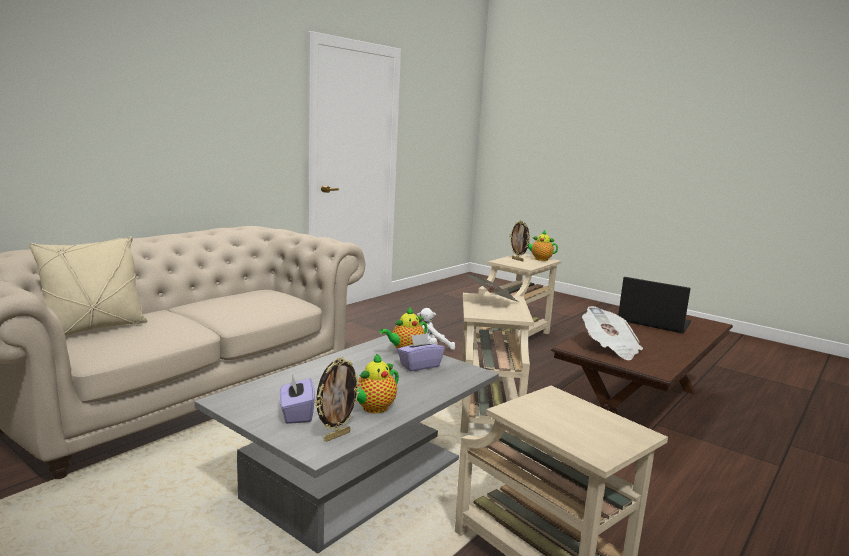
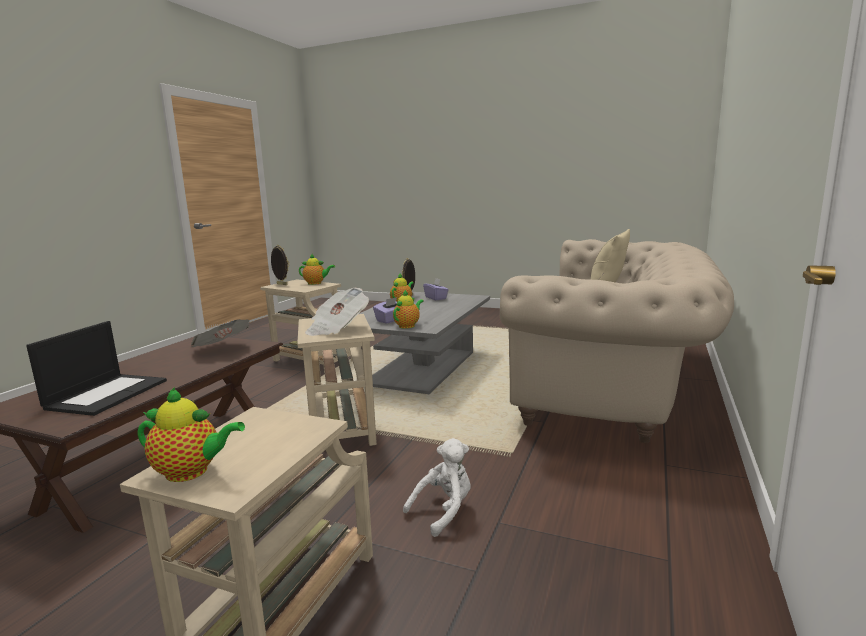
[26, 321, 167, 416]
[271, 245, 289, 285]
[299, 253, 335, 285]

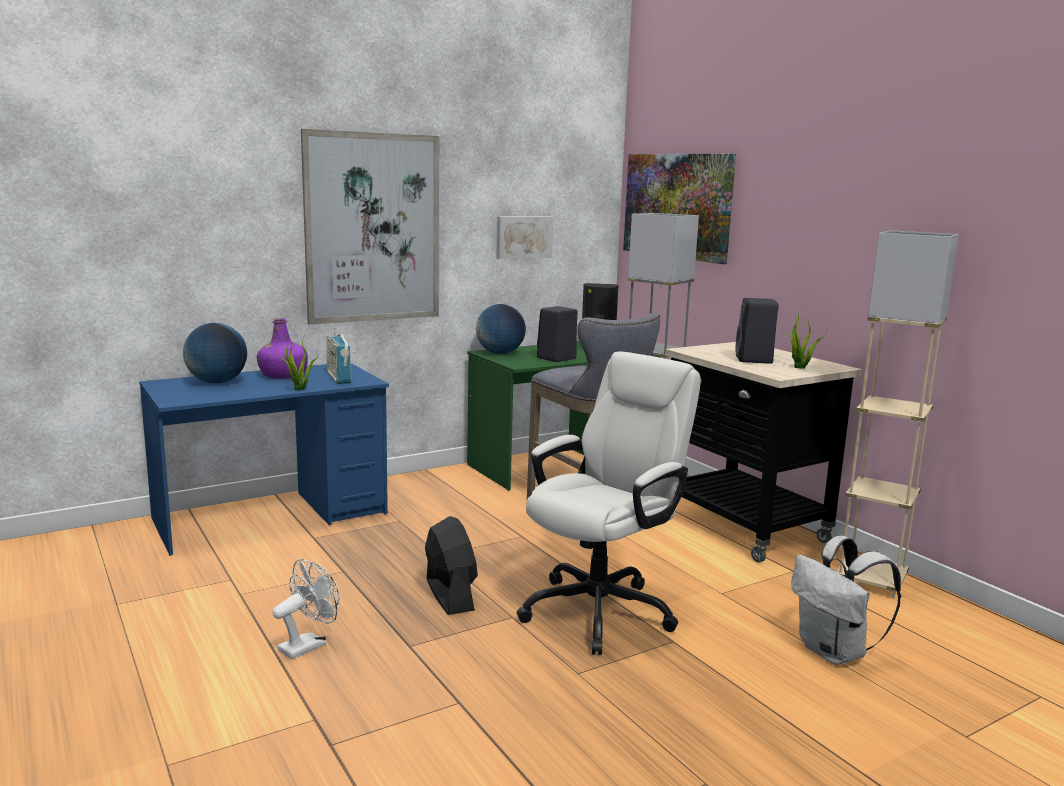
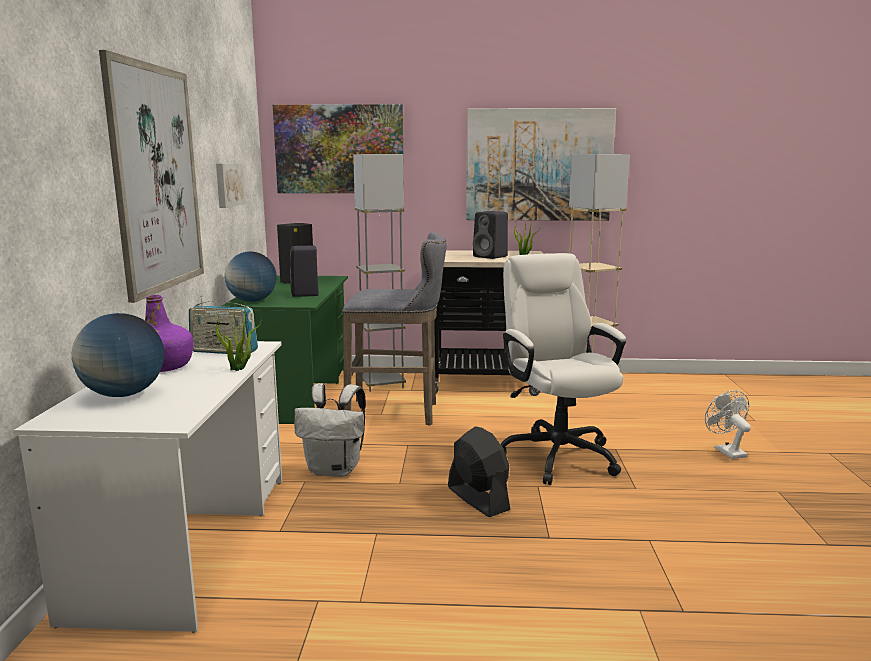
[14, 341, 282, 633]
[294, 383, 366, 477]
[448, 426, 511, 517]
[466, 108, 616, 221]
[705, 390, 751, 459]

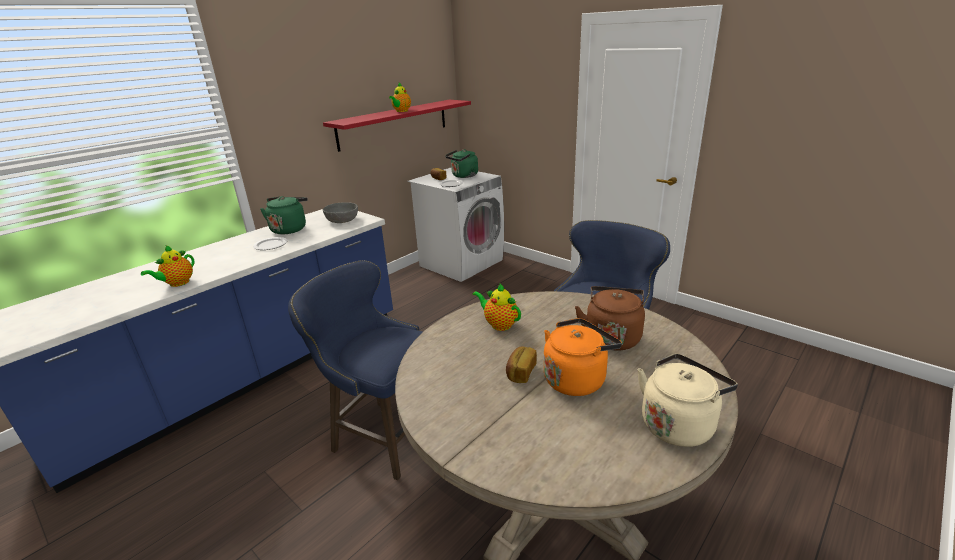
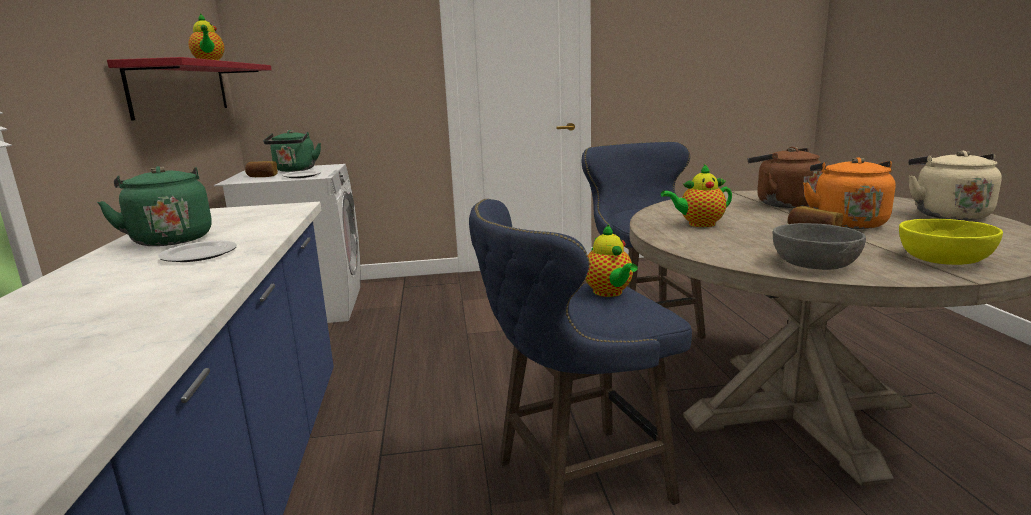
[585, 224, 638, 297]
[773, 223, 866, 270]
[899, 219, 1003, 265]

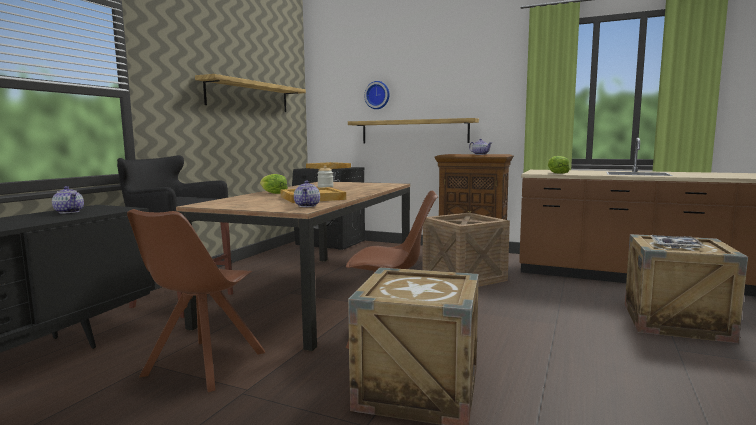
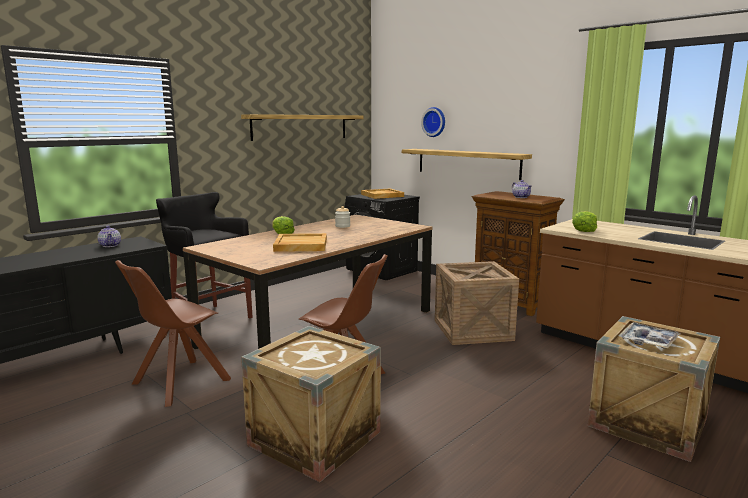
[294, 180, 320, 207] (first image)

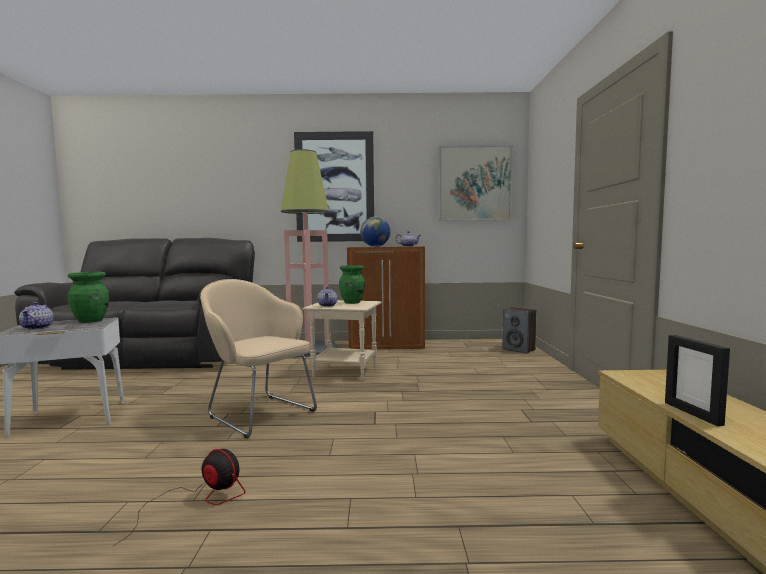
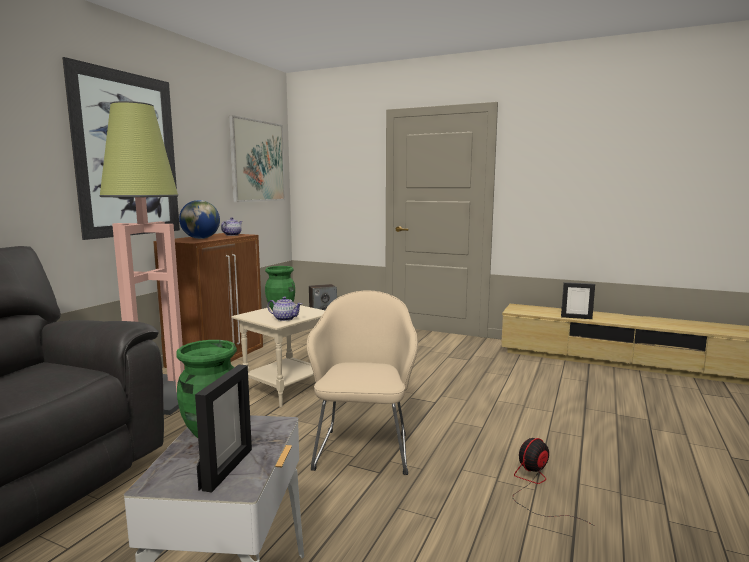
[195, 365, 252, 493]
[307, 290, 418, 475]

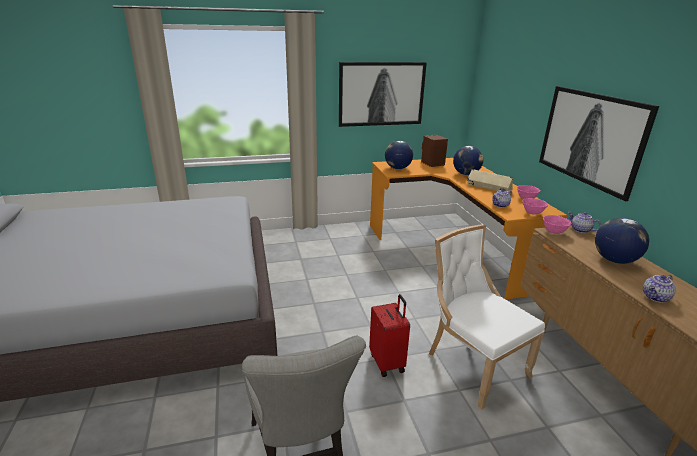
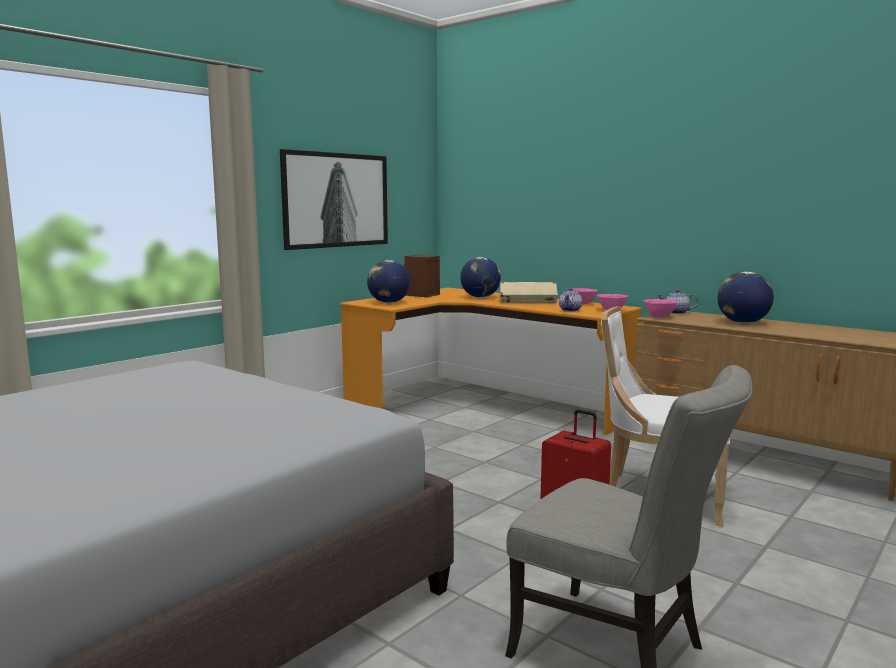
[539, 86, 659, 201] (first image)
[643, 275, 676, 303] (first image)

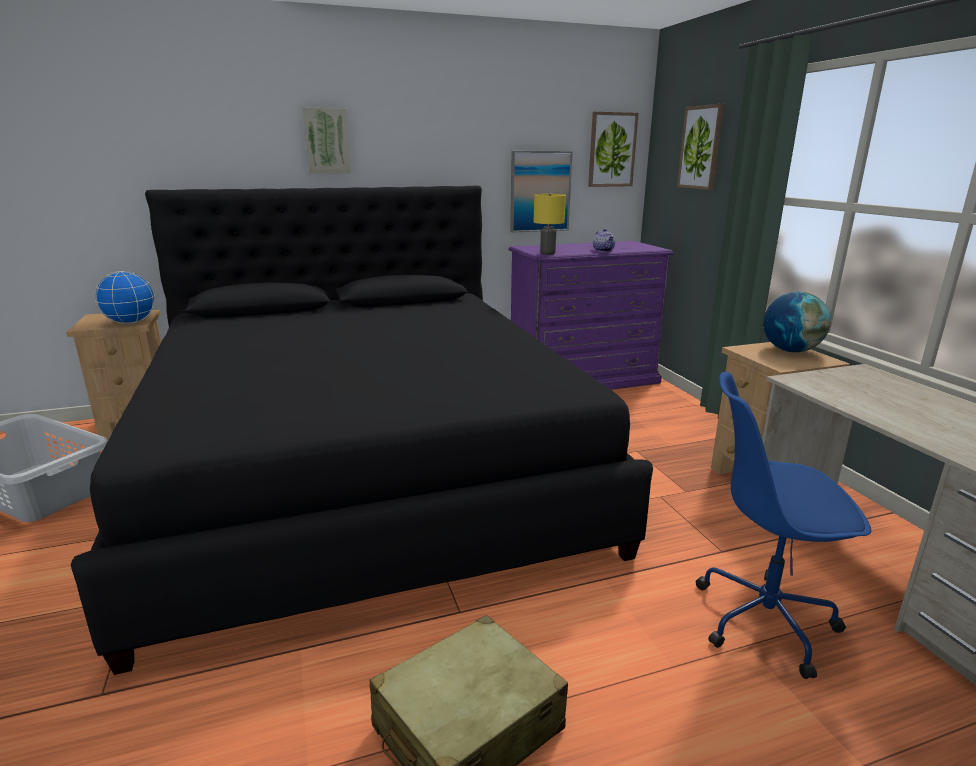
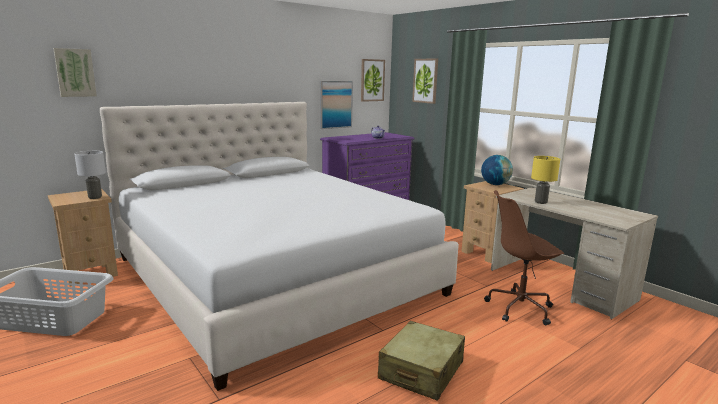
[53, 48, 97, 97]
[74, 151, 106, 199]
[100, 102, 459, 391]
[484, 190, 564, 325]
[531, 156, 560, 204]

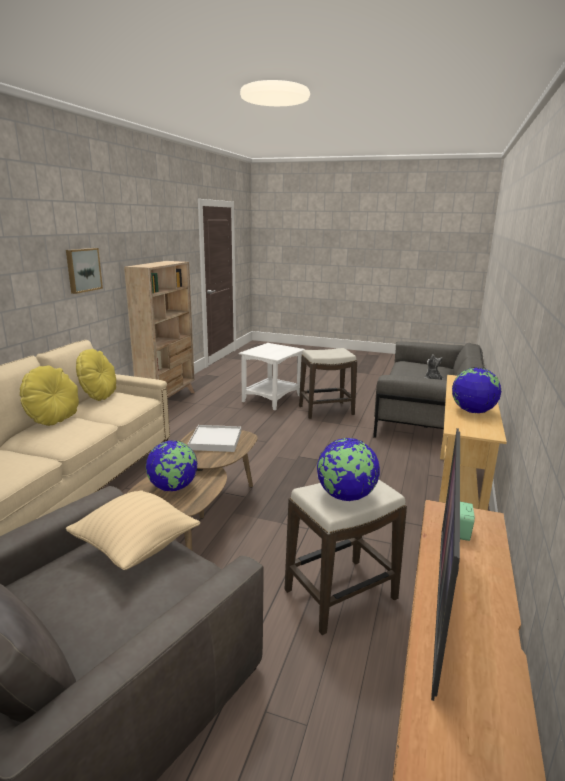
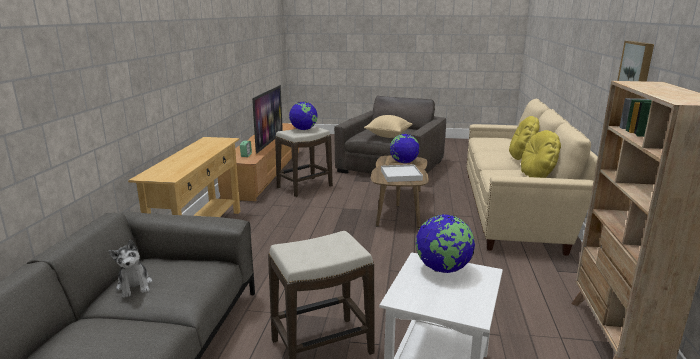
[416, 214, 475, 273]

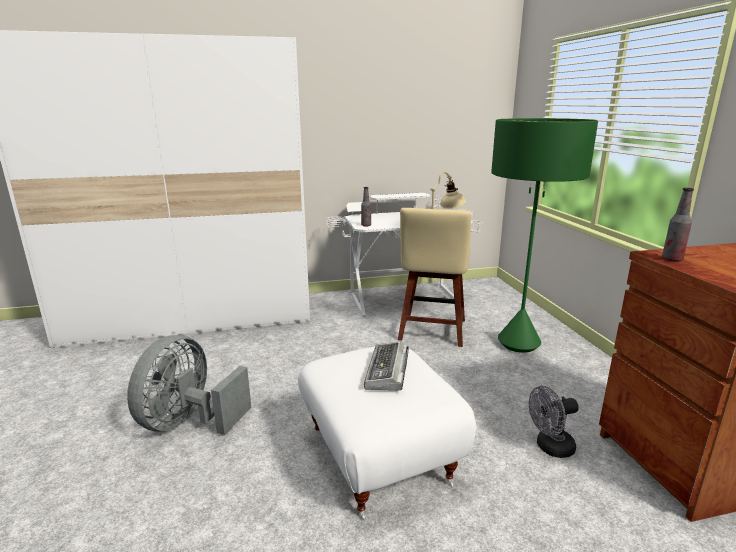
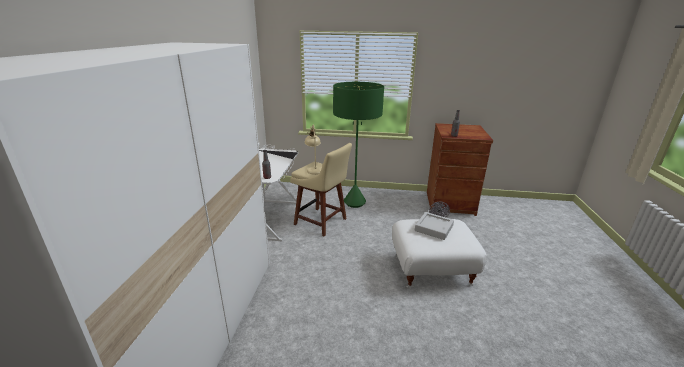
[415, 212, 454, 240]
[127, 335, 251, 435] (first image)

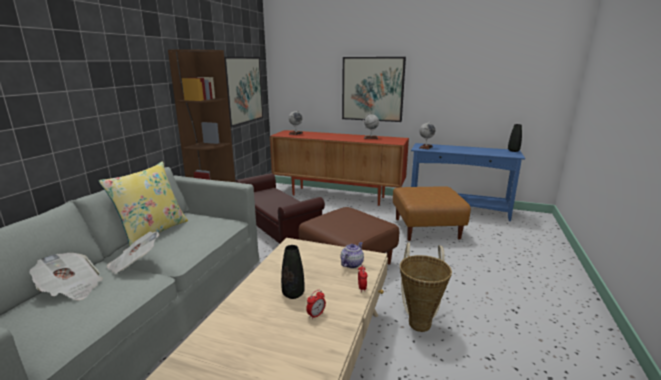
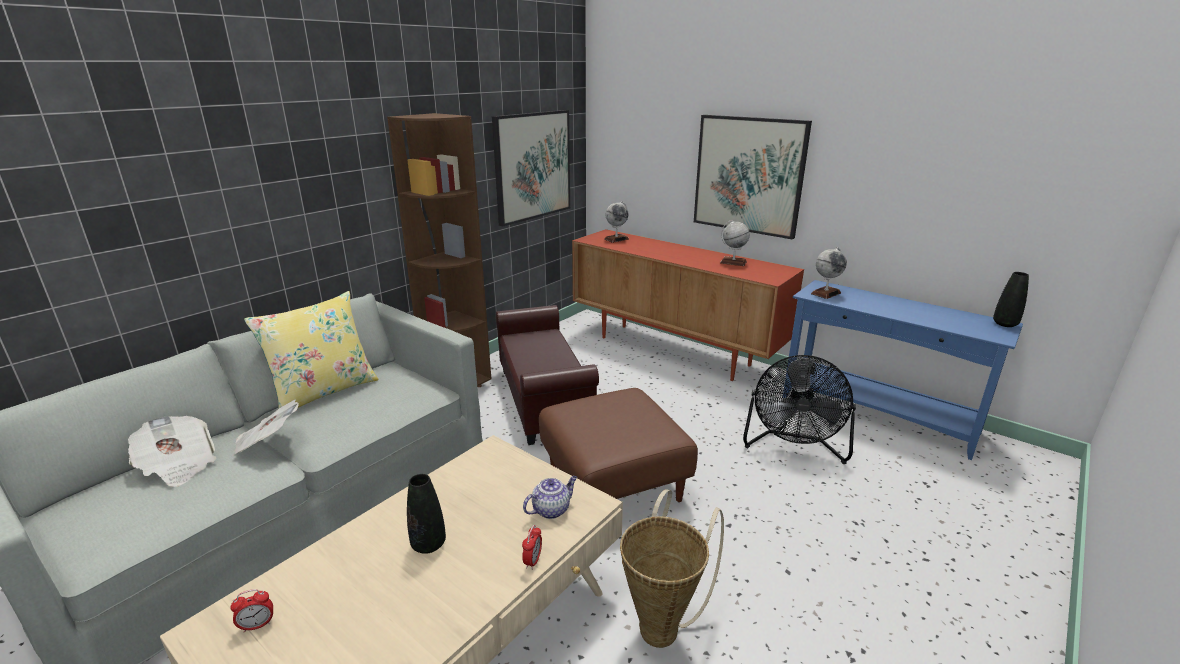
[230, 589, 273, 632]
[743, 355, 856, 464]

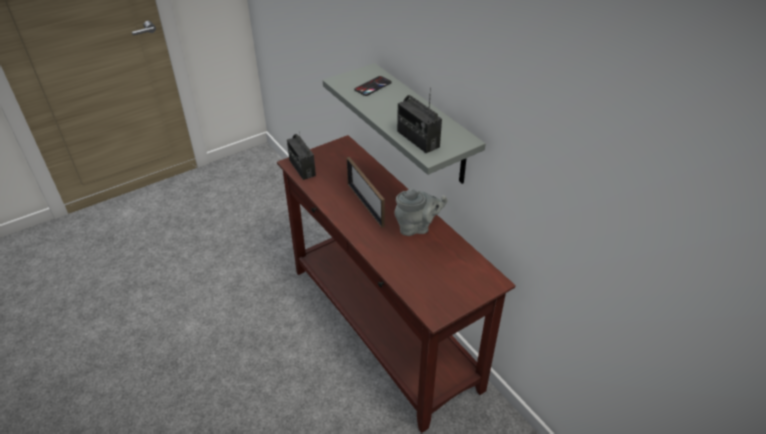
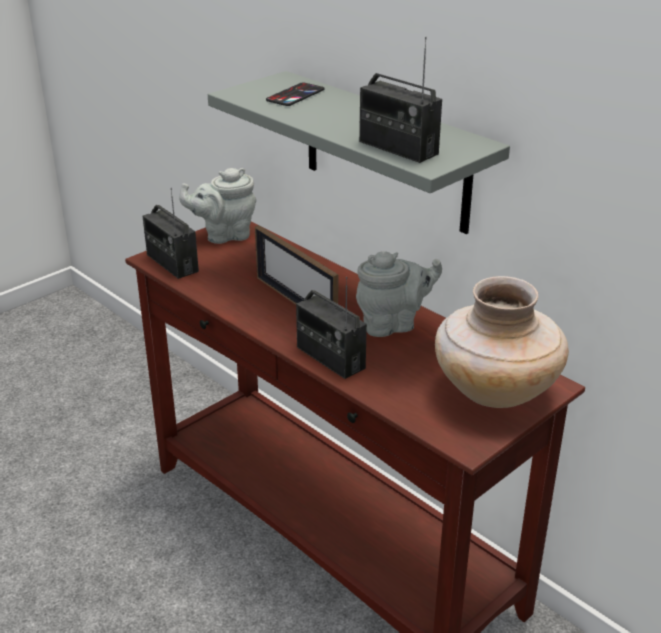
[179, 168, 256, 244]
[296, 277, 367, 379]
[435, 276, 569, 408]

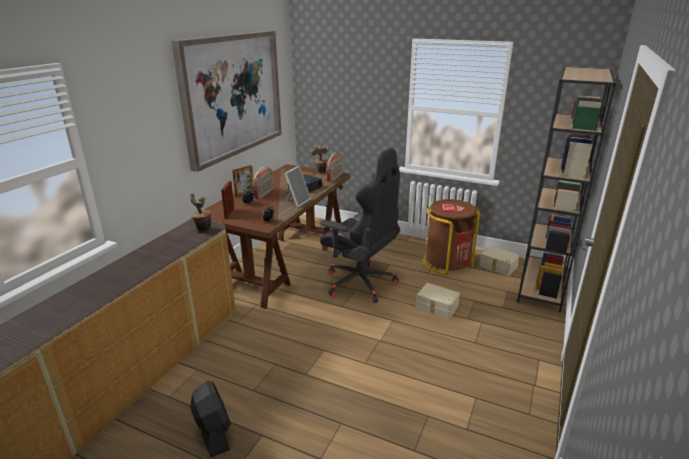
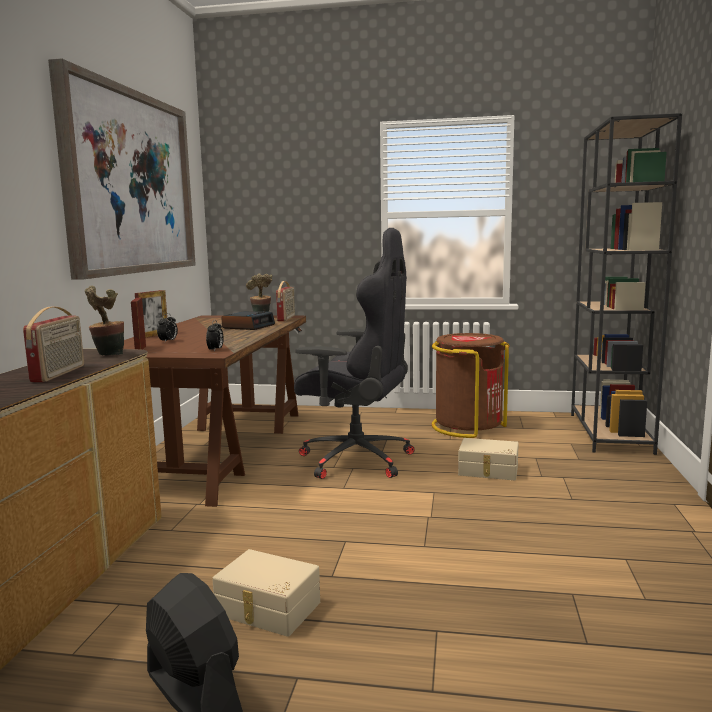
[23, 307, 84, 382]
[212, 549, 320, 637]
[284, 166, 311, 207] (first image)

